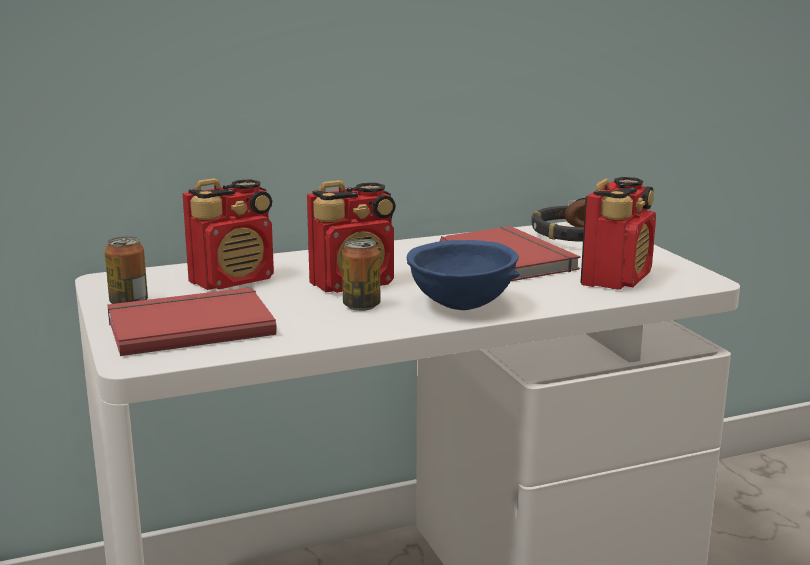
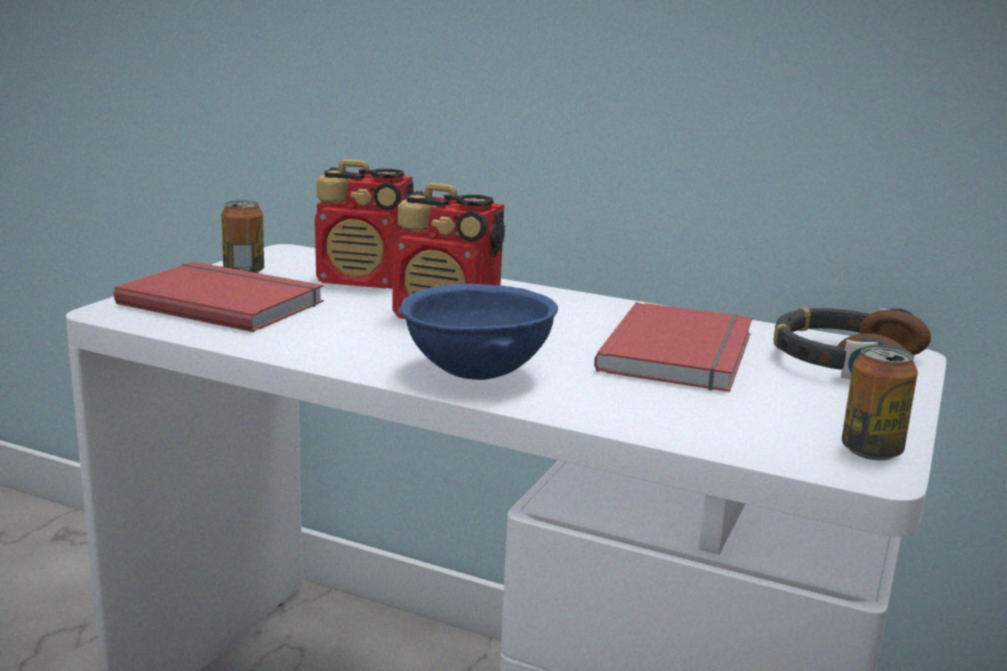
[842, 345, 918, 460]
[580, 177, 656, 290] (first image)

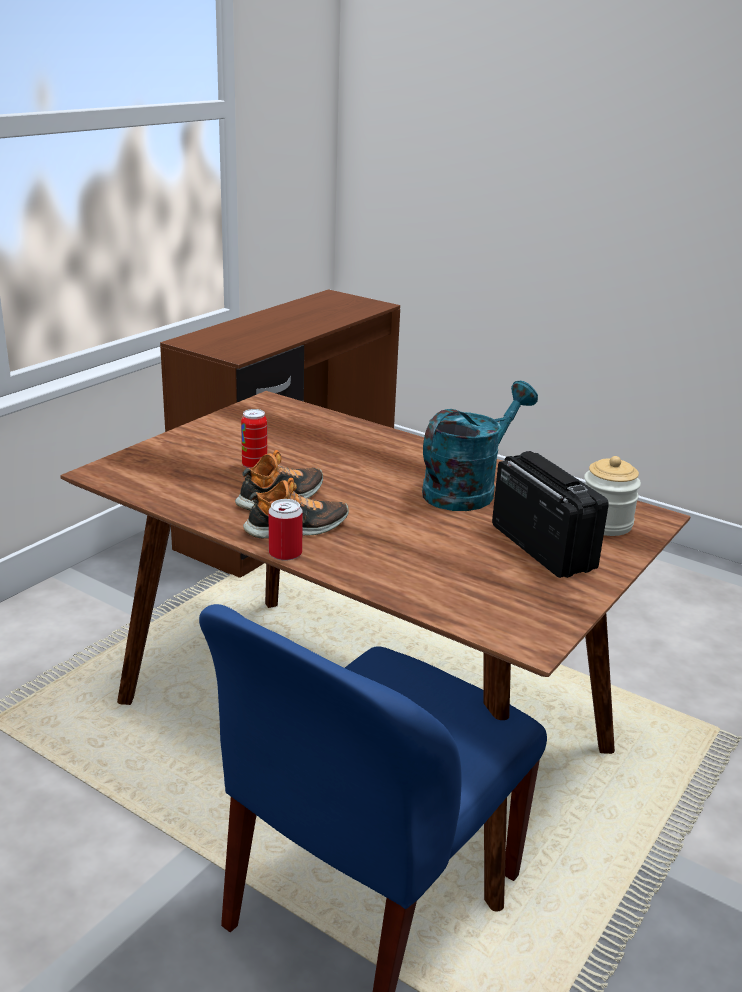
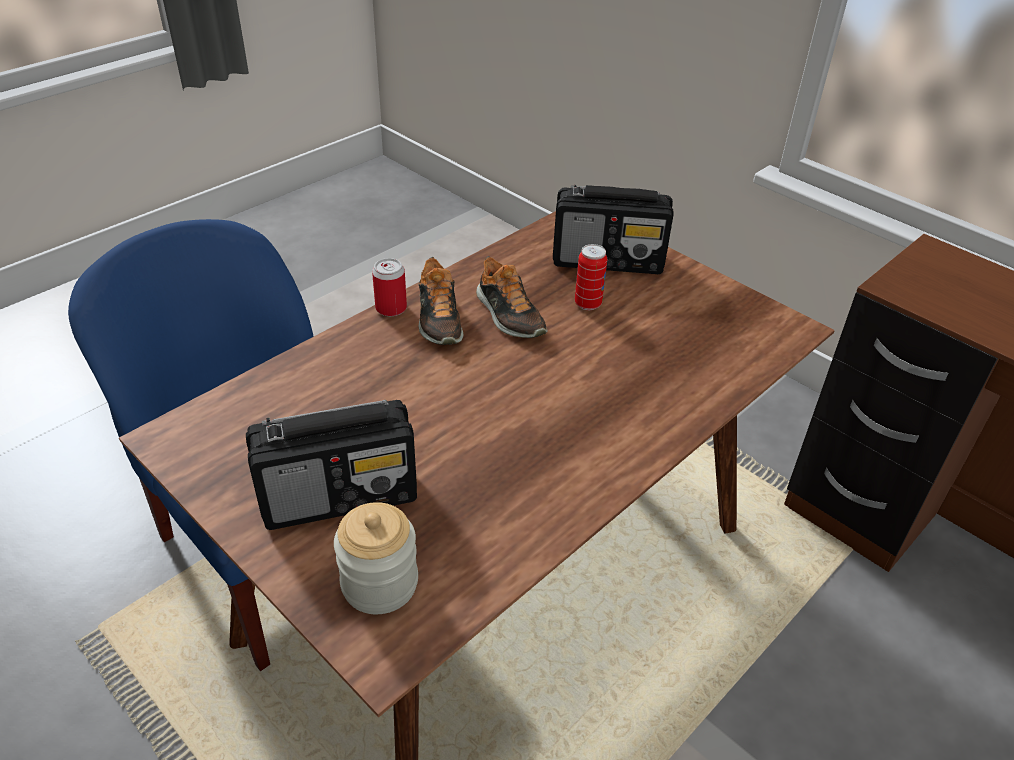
[553, 185, 673, 274]
[422, 381, 538, 511] (first image)

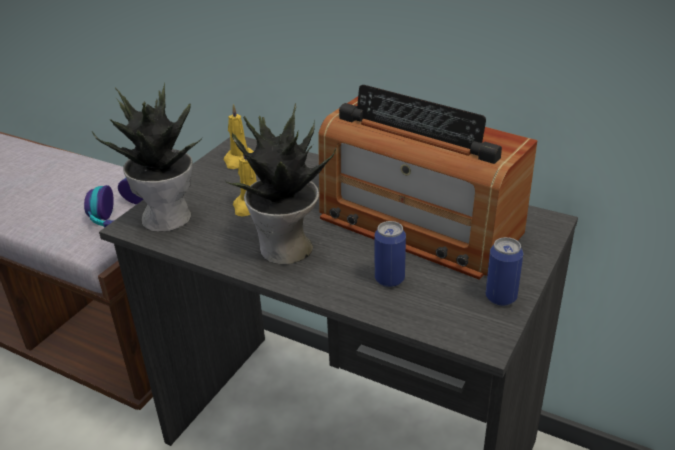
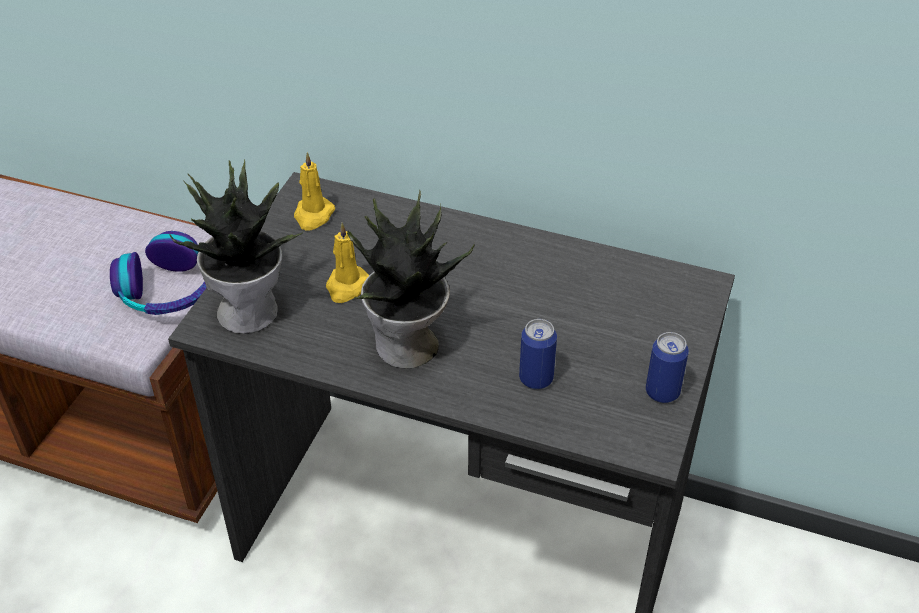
[318, 85, 538, 280] (first image)

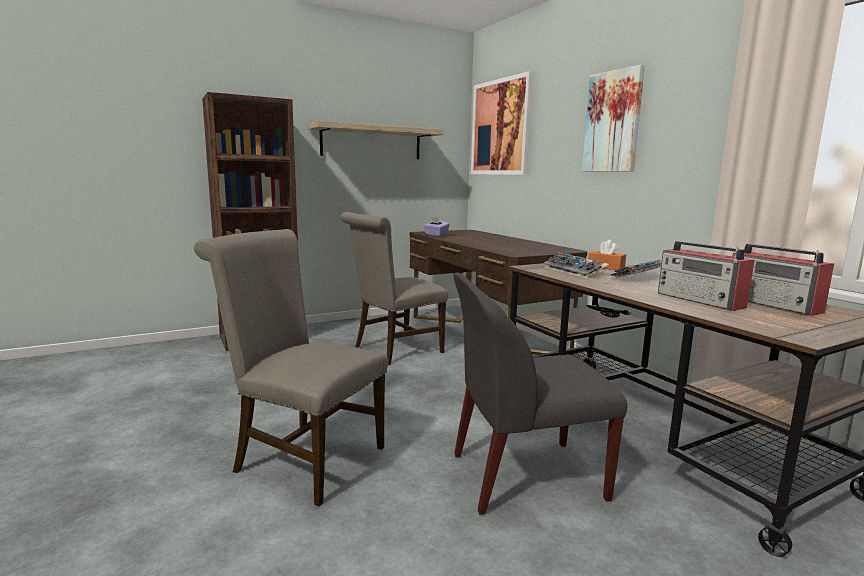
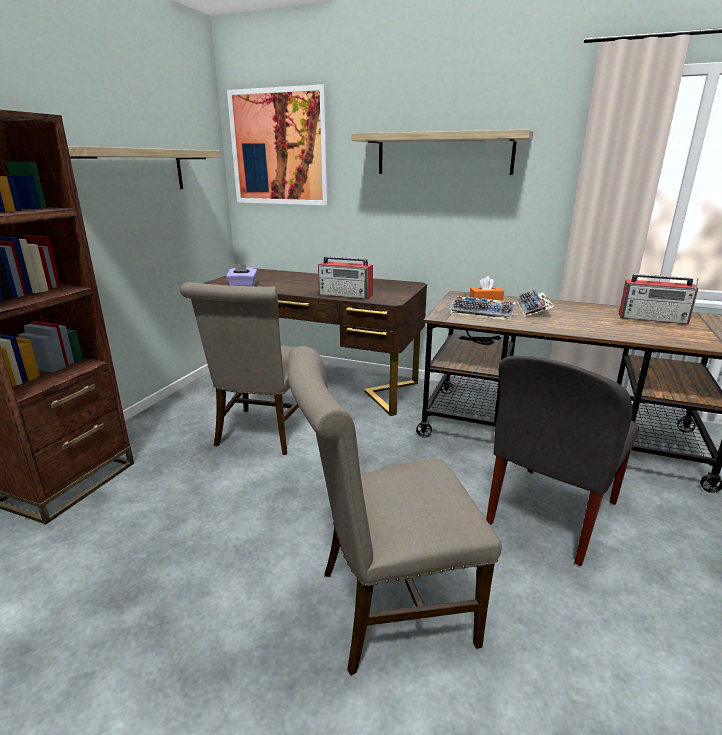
[318, 257, 373, 299]
[352, 129, 533, 175]

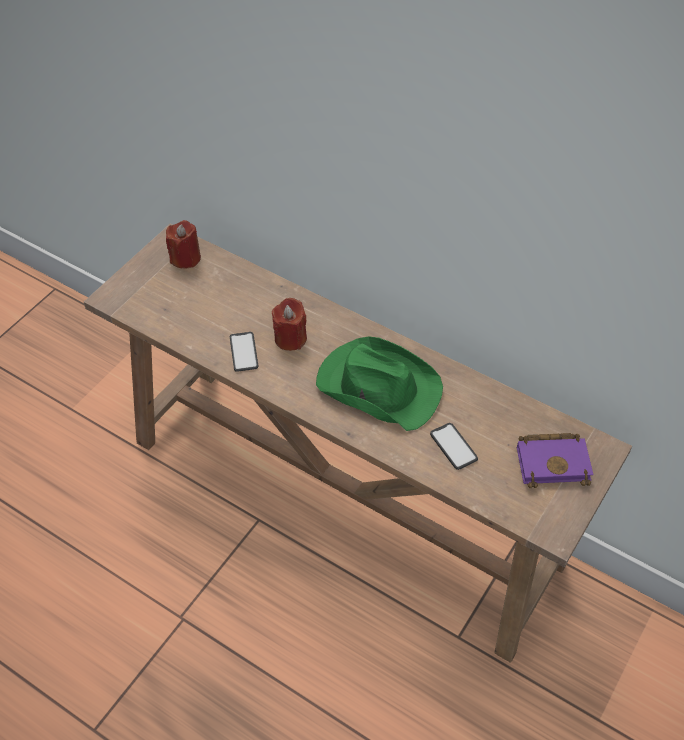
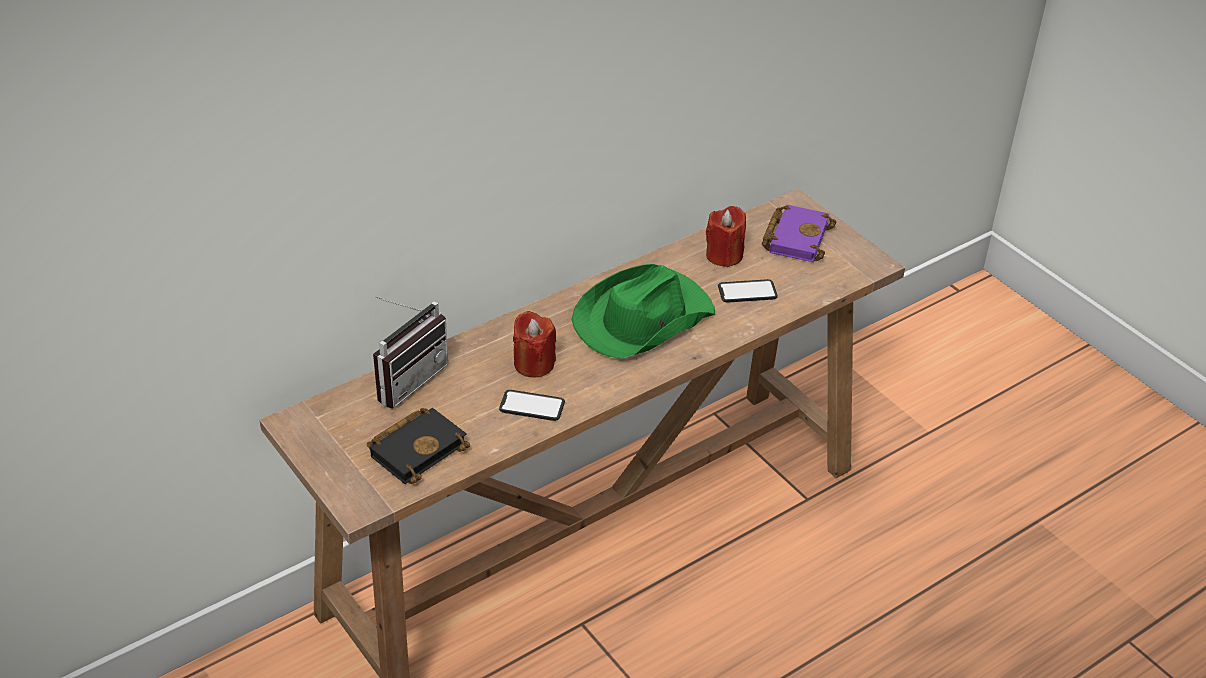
[367, 408, 470, 484]
[373, 296, 448, 409]
[706, 206, 746, 267]

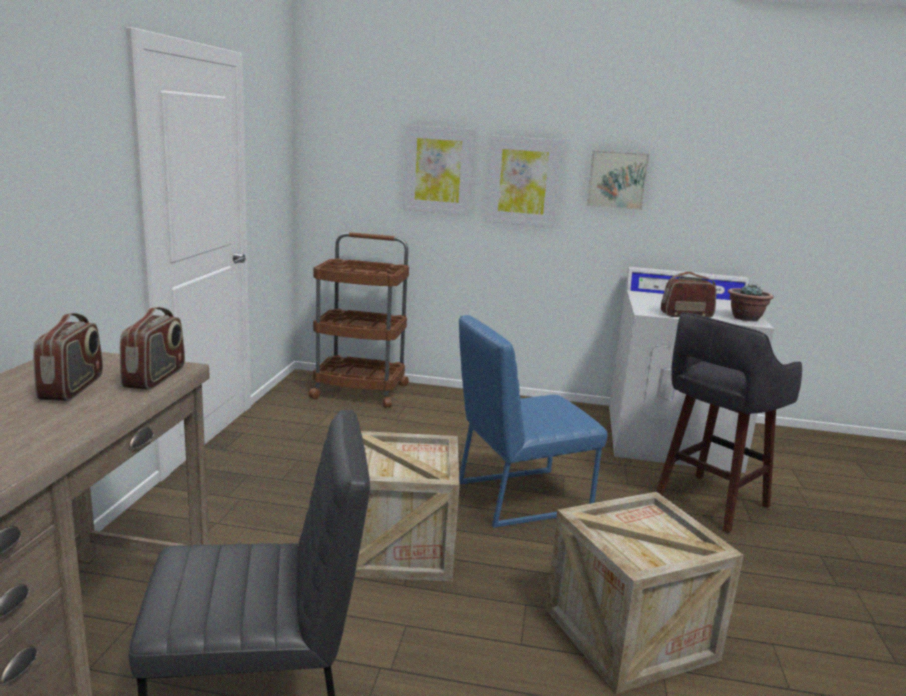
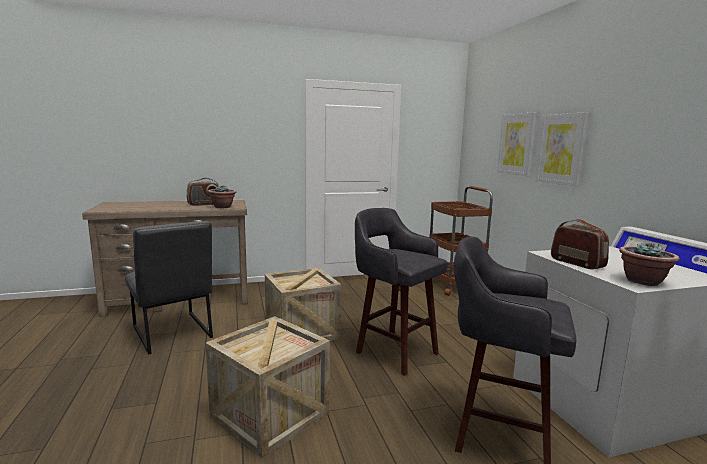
[208, 185, 236, 208]
[355, 208, 448, 376]
[586, 150, 649, 210] (first image)

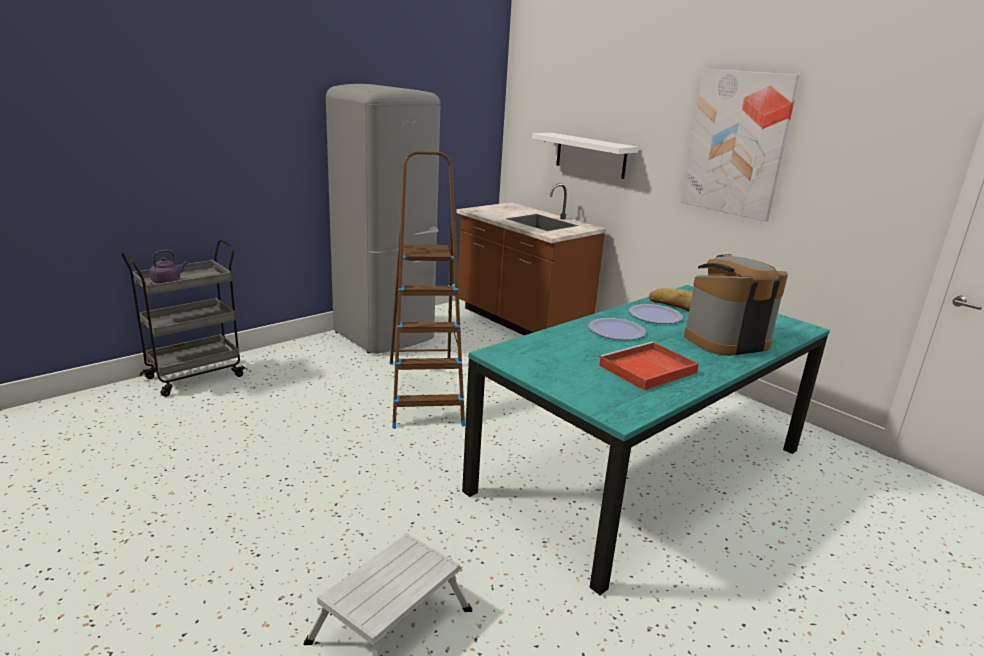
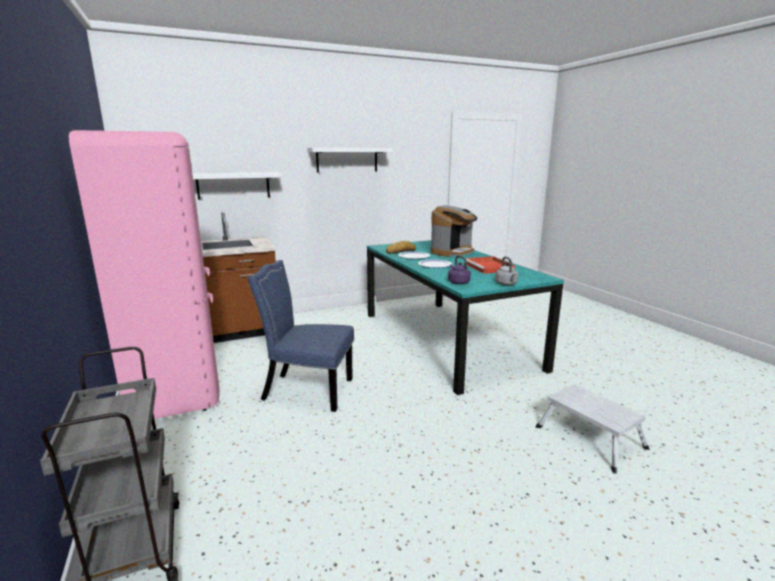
[69, 130, 220, 419]
[248, 260, 354, 412]
[307, 148, 393, 172]
[431, 205, 477, 257]
[448, 256, 471, 284]
[495, 257, 518, 285]

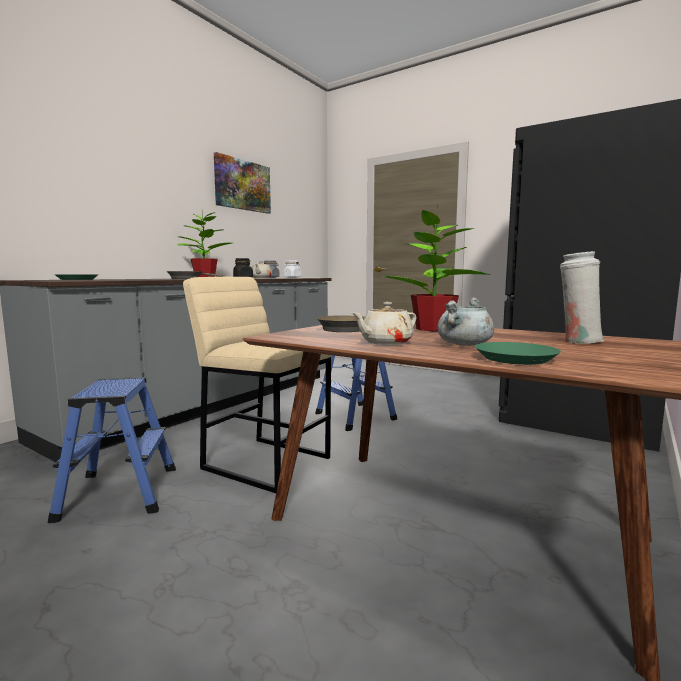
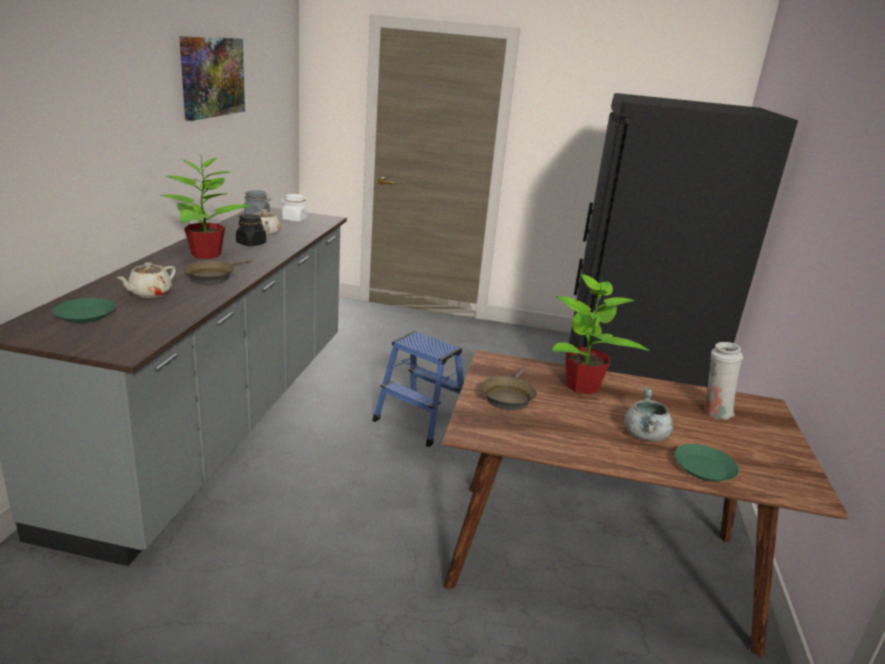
[117, 262, 176, 298]
[48, 377, 176, 523] (first image)
[183, 277, 332, 493] (first image)

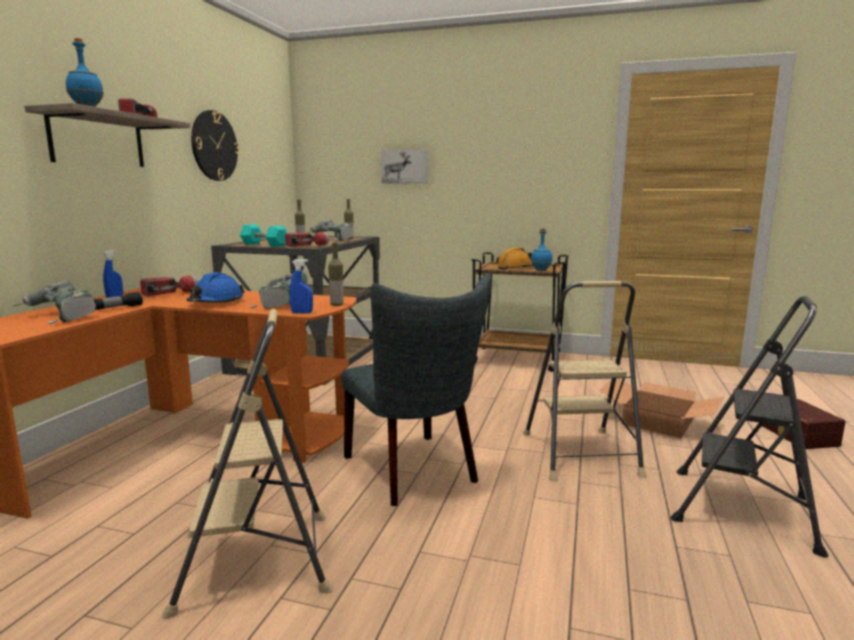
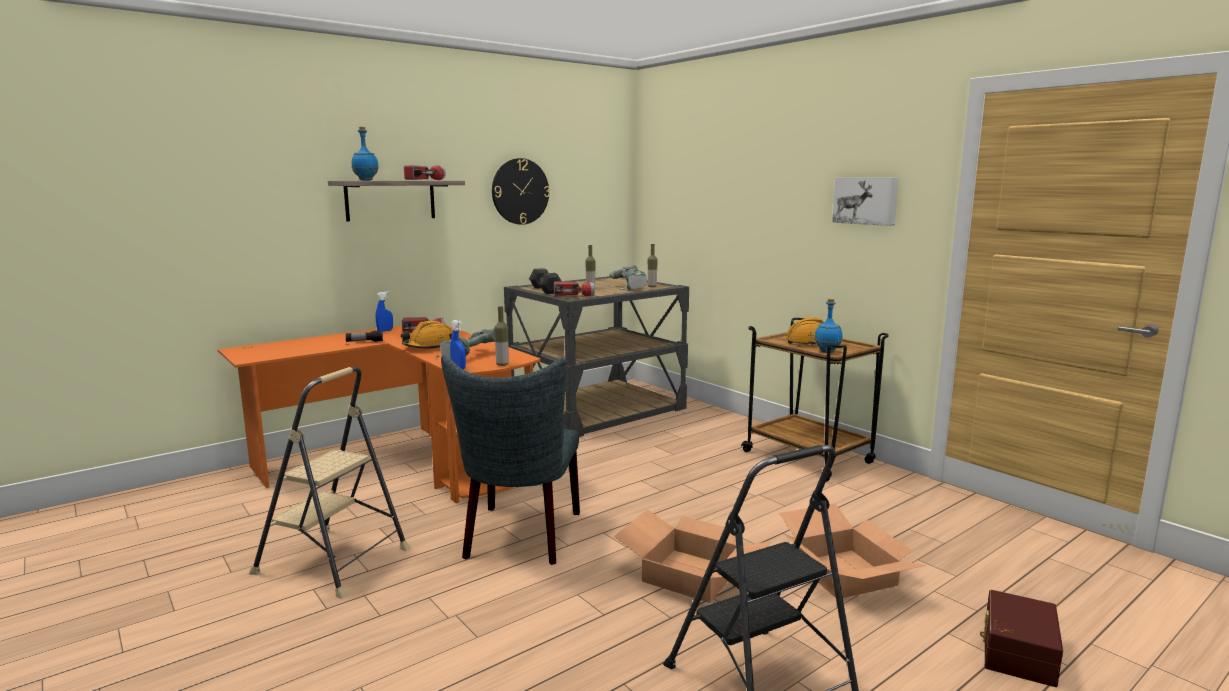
[401, 321, 452, 348]
[529, 268, 561, 294]
[613, 509, 770, 603]
[832, 178, 899, 226]
[12, 280, 96, 324] (first image)

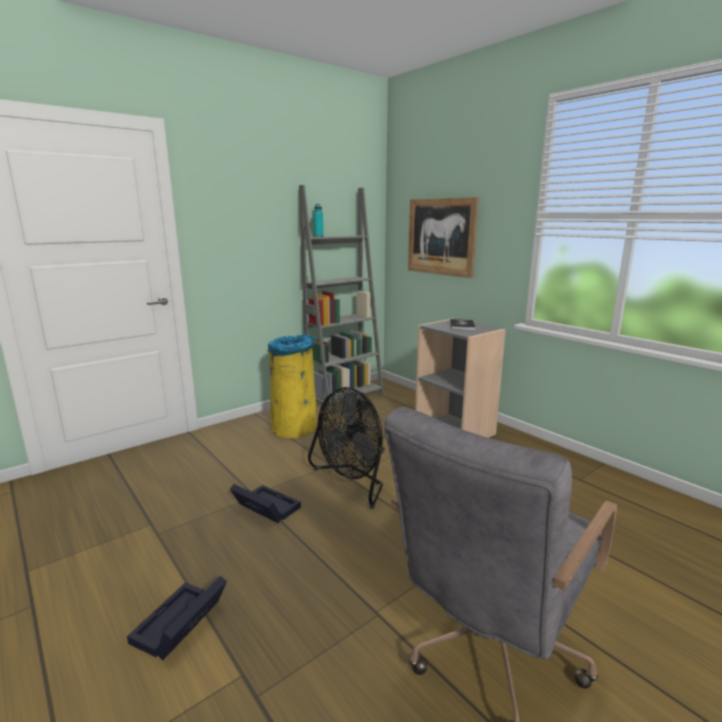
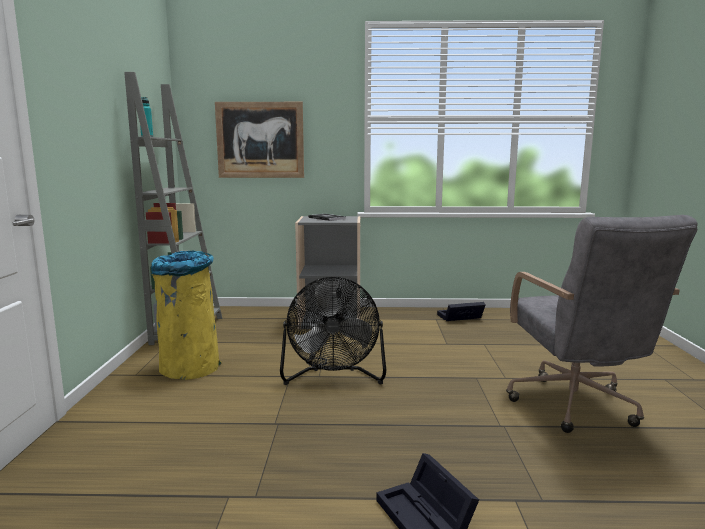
[437, 302, 486, 321]

